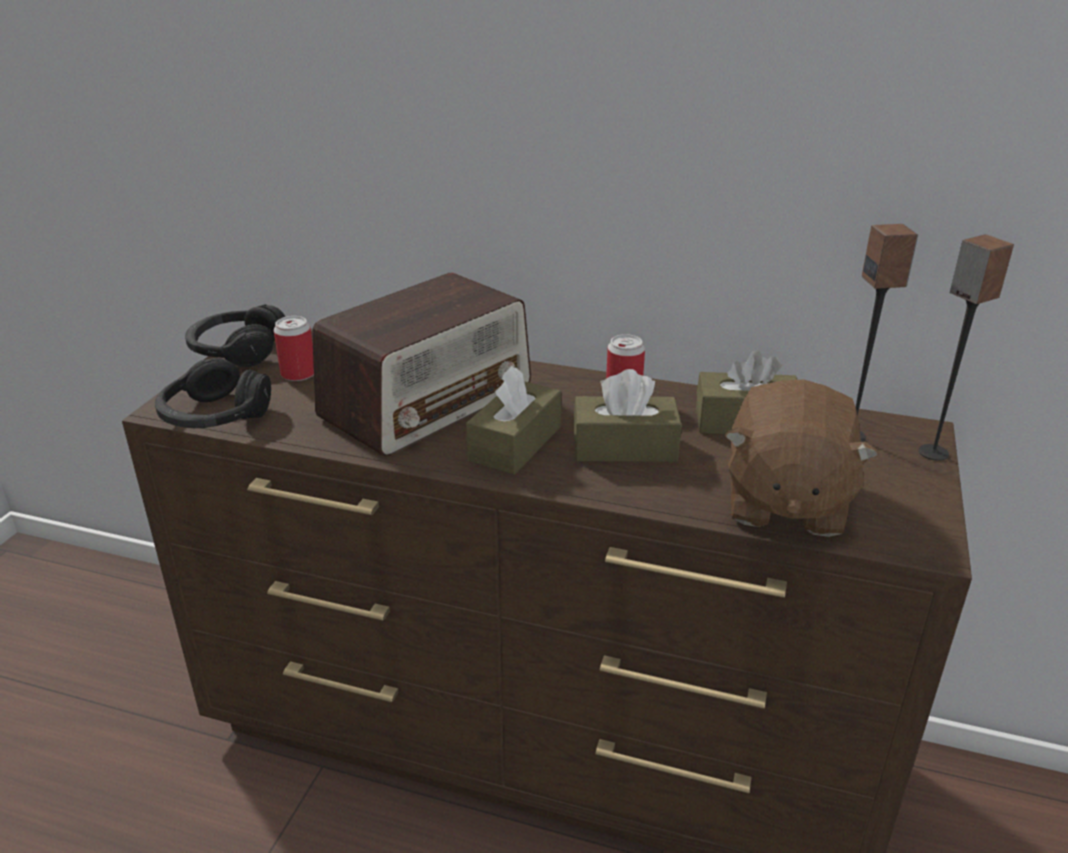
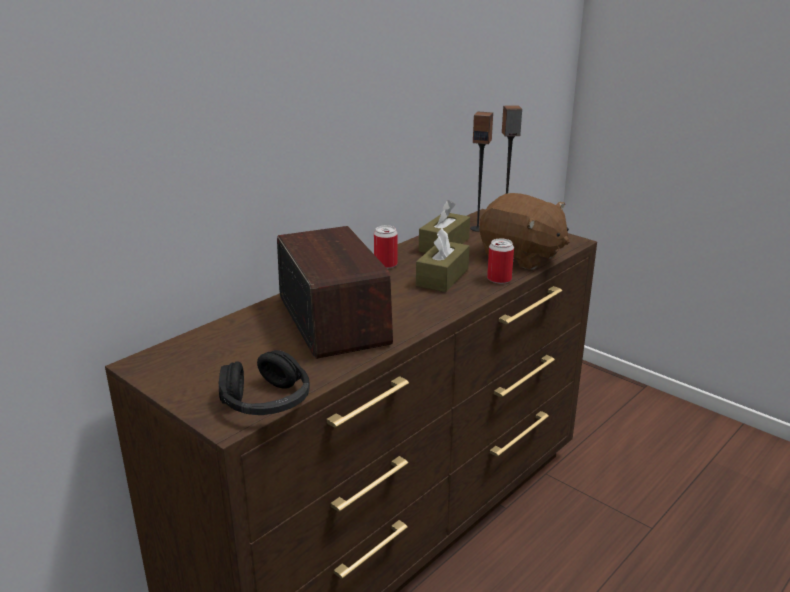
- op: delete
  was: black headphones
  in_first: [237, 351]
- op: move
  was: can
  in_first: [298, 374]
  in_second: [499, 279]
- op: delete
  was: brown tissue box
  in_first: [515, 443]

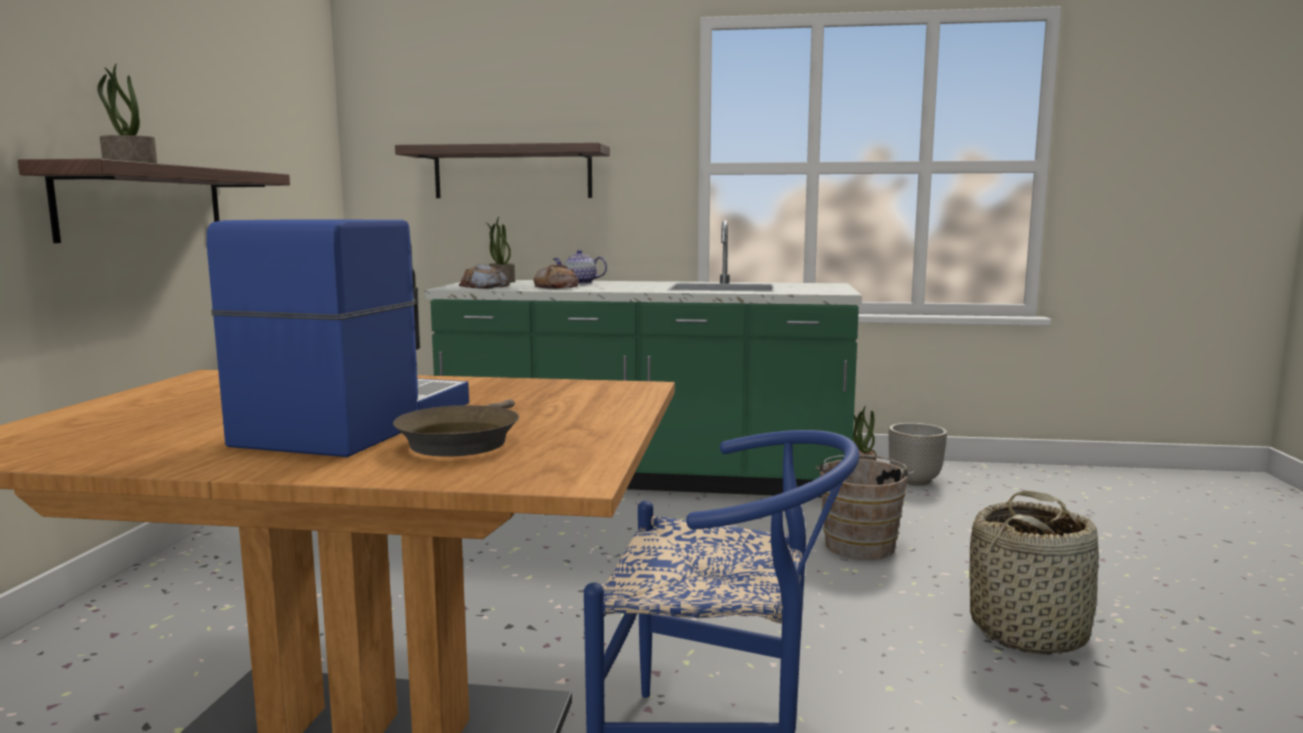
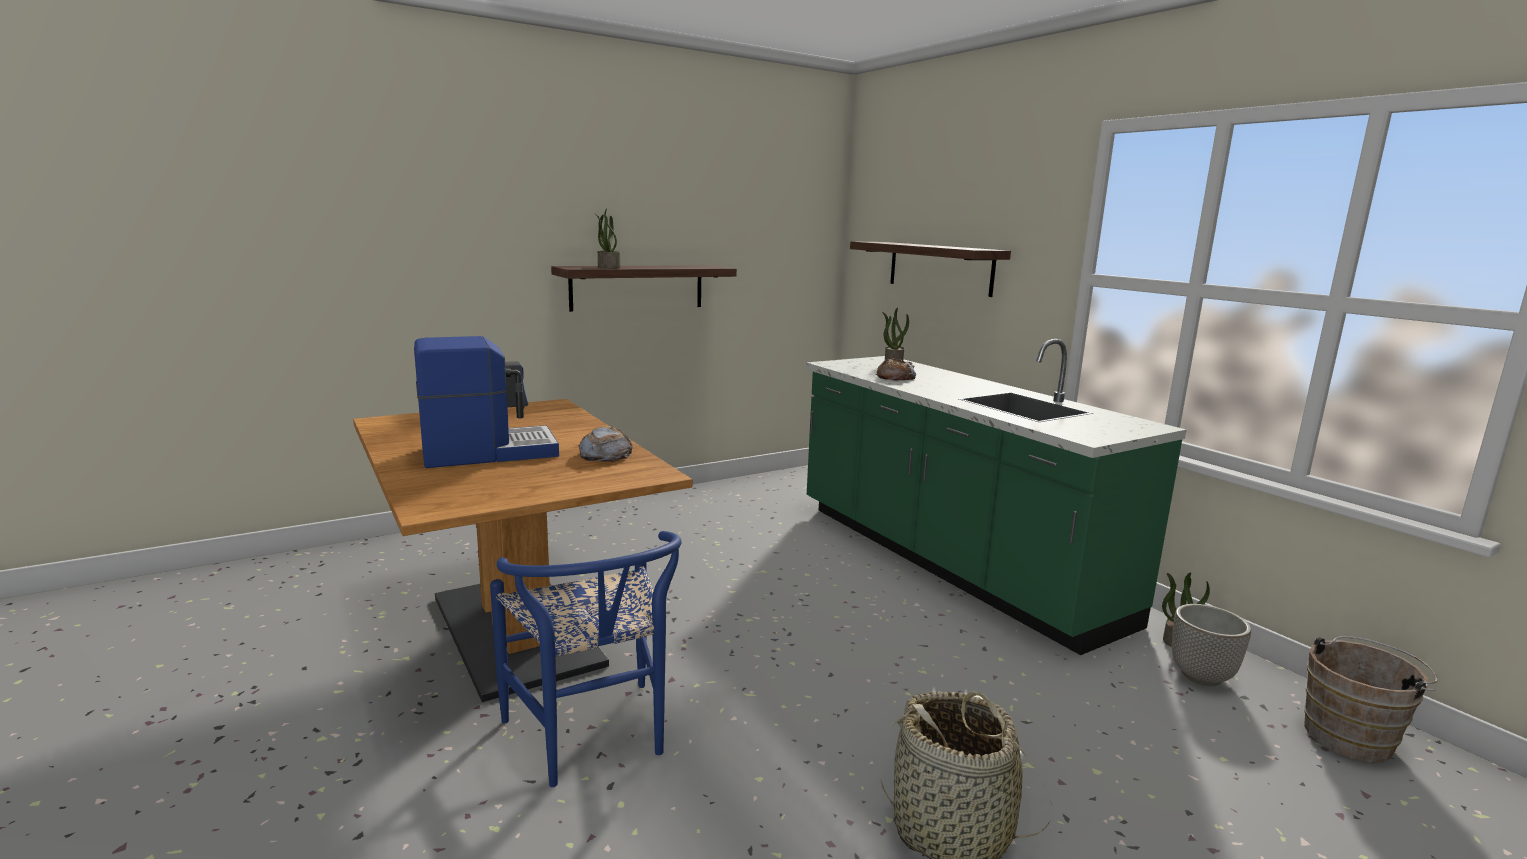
- op: delete
  was: teapot
  in_first: [579, 283]
- op: move
  was: bread
  in_first: [484, 287]
  in_second: [605, 454]
- op: delete
  was: brown frying pan
  in_first: [462, 441]
- op: move
  was: brown bucket
  in_first: [860, 543]
  in_second: [1352, 736]

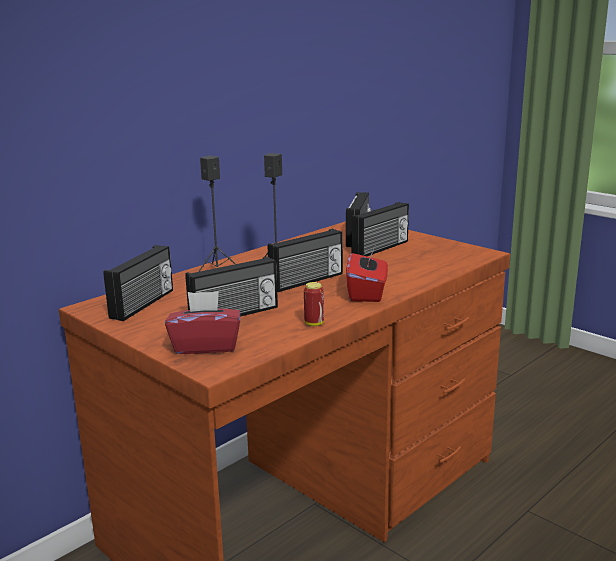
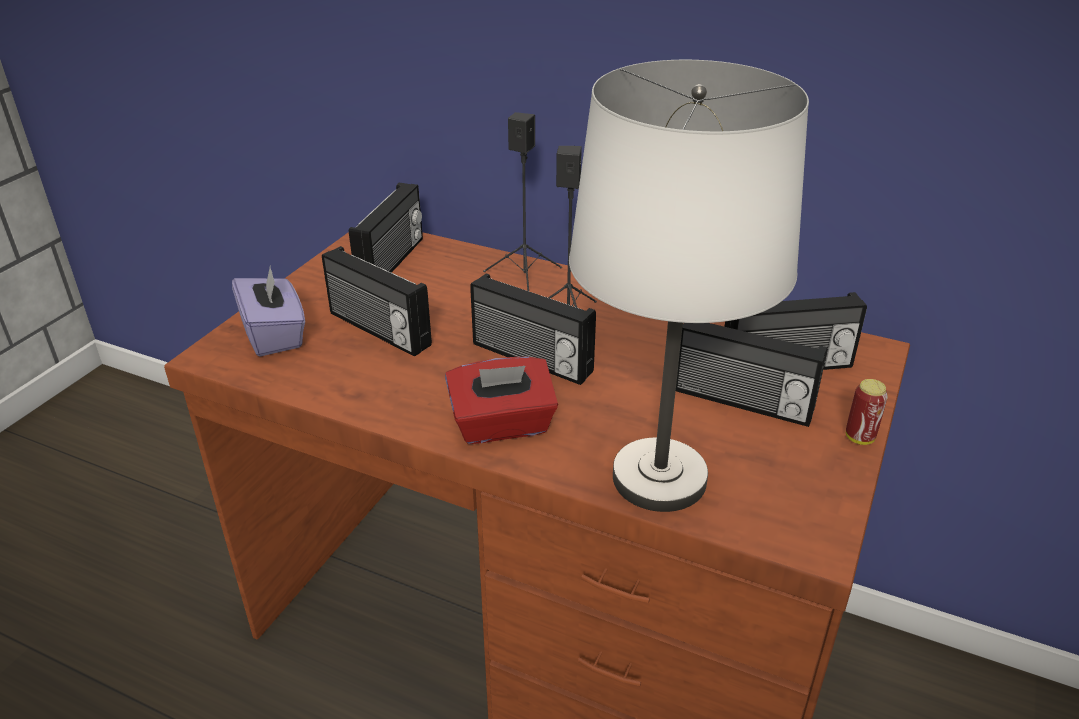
- op: rotate
  was: radio
  in_first: [144, 304]
  in_second: [393, 262]
  clockwise: -75
- op: move
  was: can
  in_first: [314, 323]
  in_second: [859, 438]
- op: recolor
  was: red tissue box
  now: purple tissue box
  in_first: [206, 346]
  in_second: [274, 334]
- op: insert
  now: white table lamp
  in_second: [660, 478]

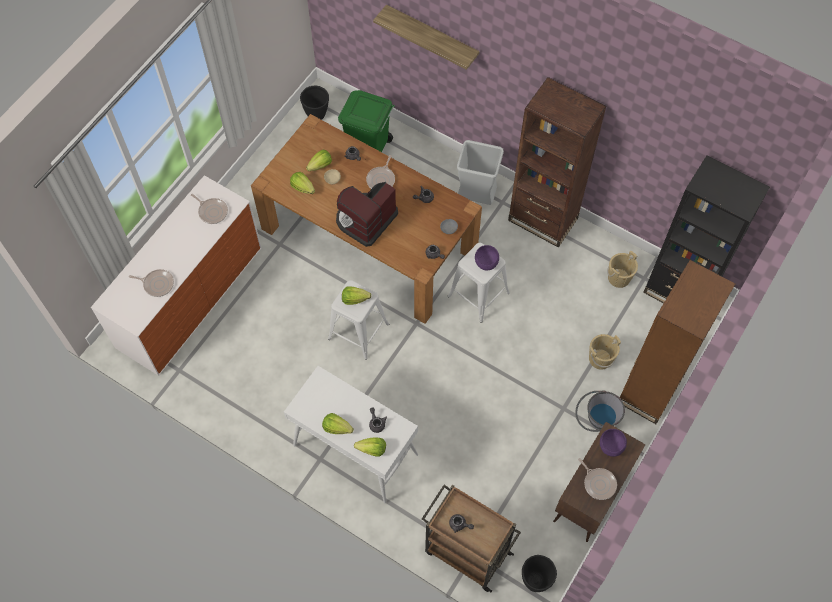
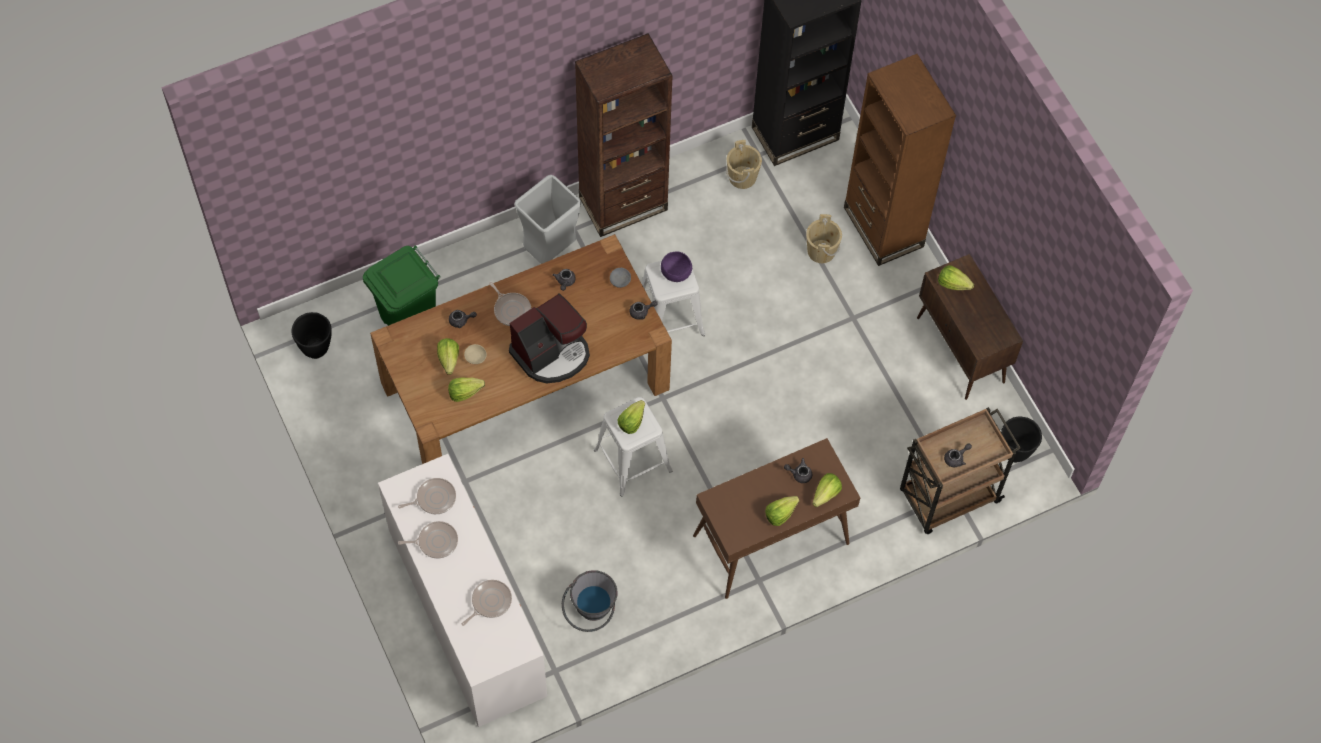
- op: delete
  was: shelf
  in_first: [432, 36]
- op: rotate
  was: coffee machine
  in_first: [365, 220]
  in_second: [552, 353]
  clockwise: -105
- op: recolor
  was: white console table
  now: brown console table
  in_first: [354, 450]
  in_second: [770, 540]
- op: move
  was: grey bucket
  in_first: [596, 420]
  in_second: [590, 612]
- op: replace
  was: purple bowl
  now: lettuce
  in_first: [611, 446]
  in_second: [953, 284]
- op: move
  was: frying pan
  in_first: [598, 483]
  in_second: [435, 541]

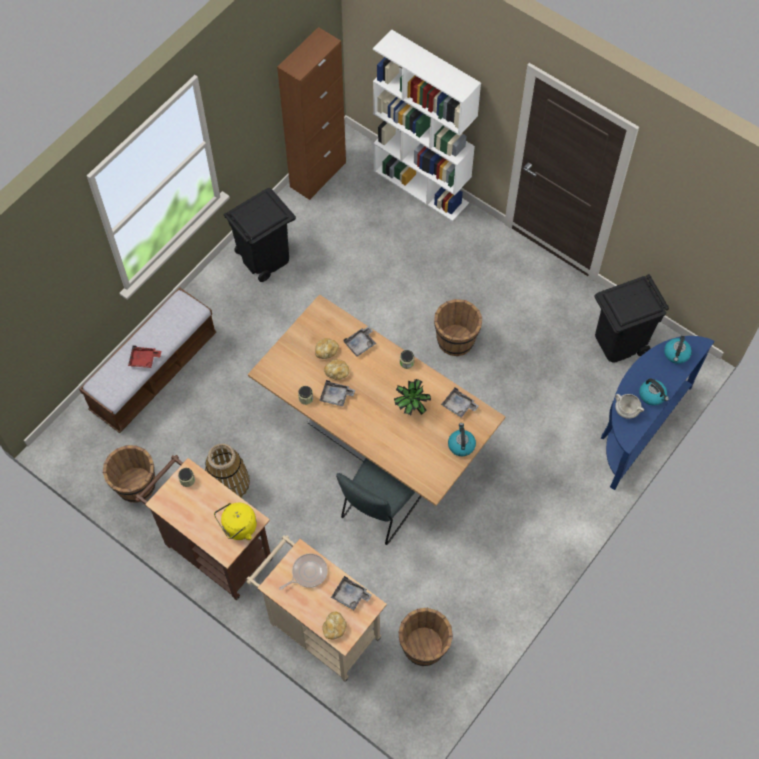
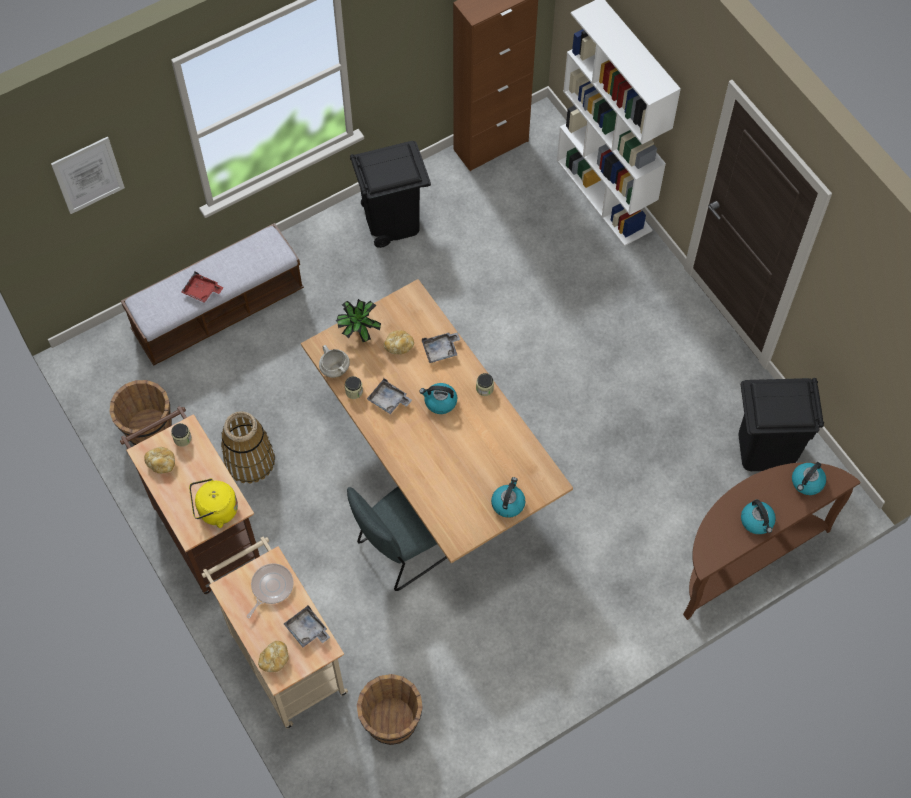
- op: delete
  was: brown bucket
  in_first: [456, 340]
- op: recolor
  was: blue console table
  now: brown console table
  in_first: [636, 427]
  in_second: [744, 556]
- op: move
  was: bread
  in_first: [337, 372]
  in_second: [161, 463]
- op: move
  was: potted plant
  in_first: [410, 407]
  in_second: [358, 332]
- op: delete
  was: grey tray
  in_first: [458, 406]
- op: move
  was: white cooking pot
  in_first: [626, 410]
  in_second: [334, 368]
- op: rotate
  was: frying pan
  in_first: [307, 573]
  in_second: [270, 587]
  clockwise: -45
- op: insert
  now: picture
  in_second: [88, 175]
- op: insert
  now: kettle
  in_second: [440, 402]

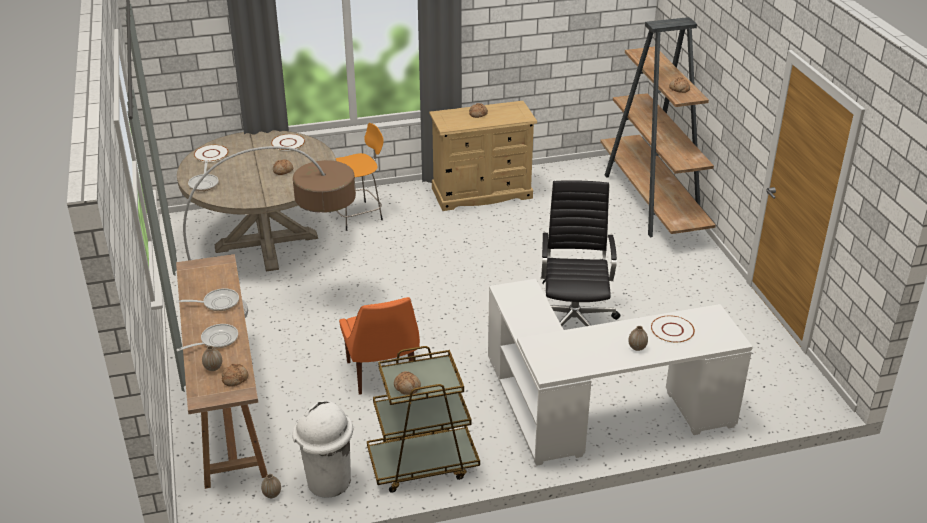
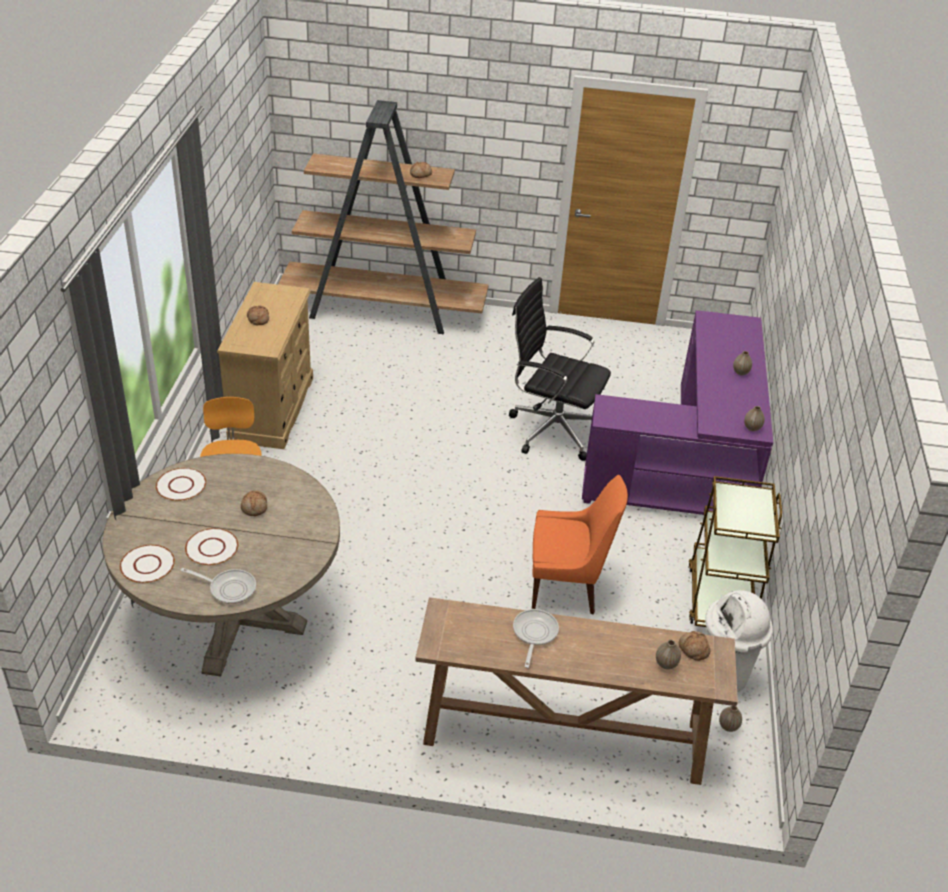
- op: delete
  was: floor lamp
  in_first: [289, 305]
- op: recolor
  was: white desk
  now: purple desk
  in_first: [596, 413]
  in_second: [691, 463]
- op: move
  was: white plate
  in_first: [672, 330]
  in_second: [212, 548]
- op: delete
  was: frying pan
  in_first: [216, 340]
- op: delete
  was: bread
  in_first: [407, 387]
- op: insert
  now: vase
  in_second: [752, 428]

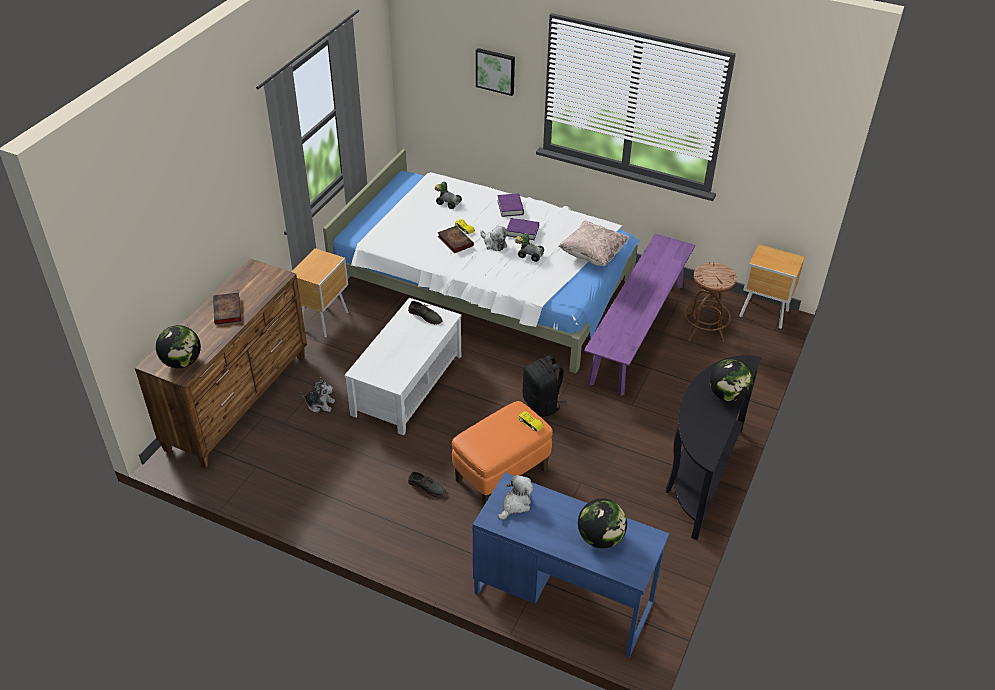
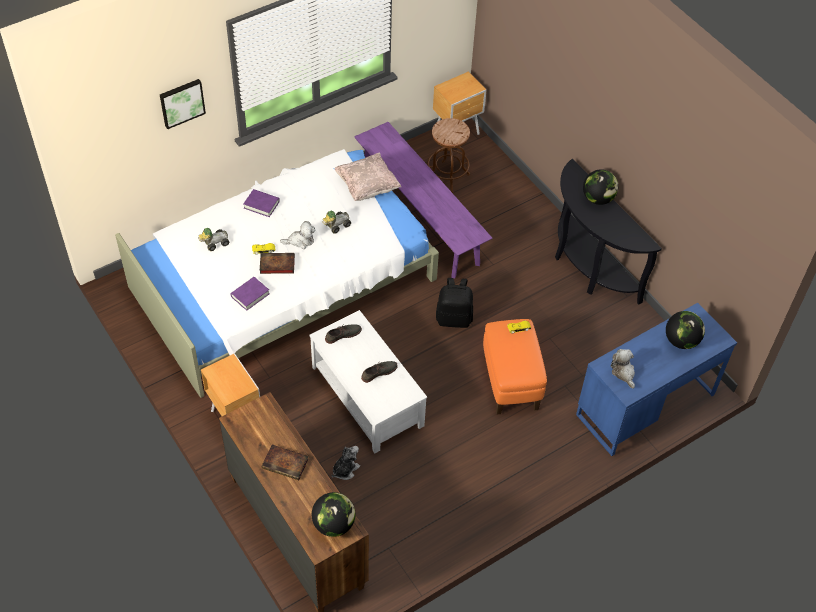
- op: move
  was: purple book
  in_first: [522, 231]
  in_second: [250, 295]
- op: move
  was: grey shoe
  in_first: [427, 487]
  in_second: [379, 372]

